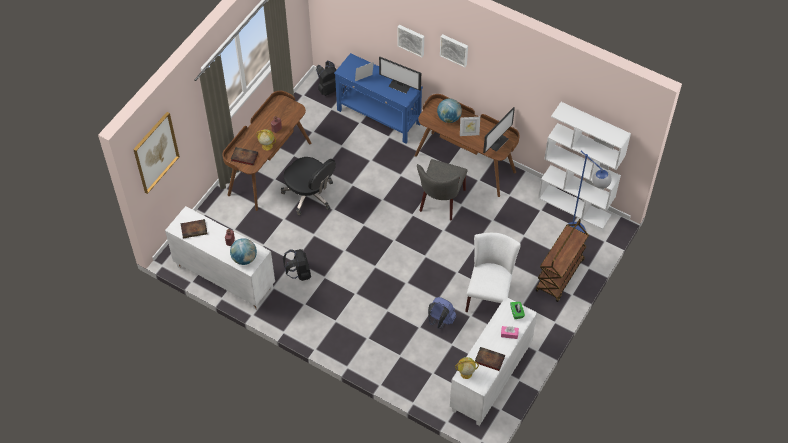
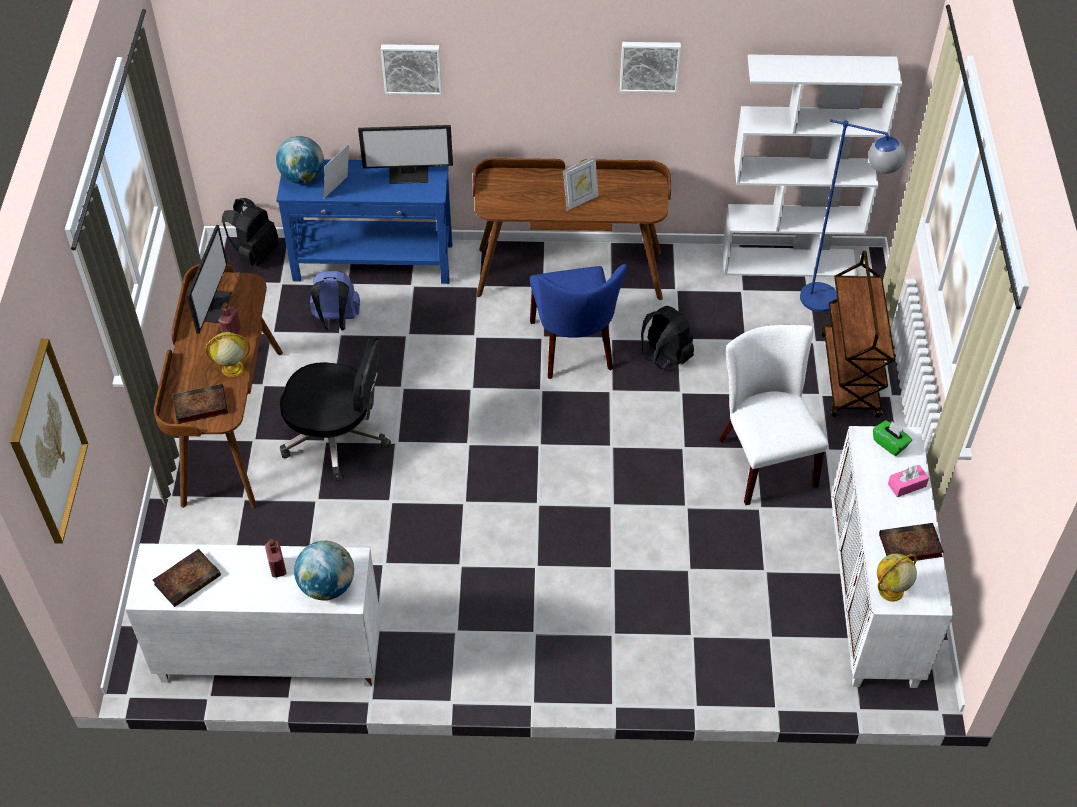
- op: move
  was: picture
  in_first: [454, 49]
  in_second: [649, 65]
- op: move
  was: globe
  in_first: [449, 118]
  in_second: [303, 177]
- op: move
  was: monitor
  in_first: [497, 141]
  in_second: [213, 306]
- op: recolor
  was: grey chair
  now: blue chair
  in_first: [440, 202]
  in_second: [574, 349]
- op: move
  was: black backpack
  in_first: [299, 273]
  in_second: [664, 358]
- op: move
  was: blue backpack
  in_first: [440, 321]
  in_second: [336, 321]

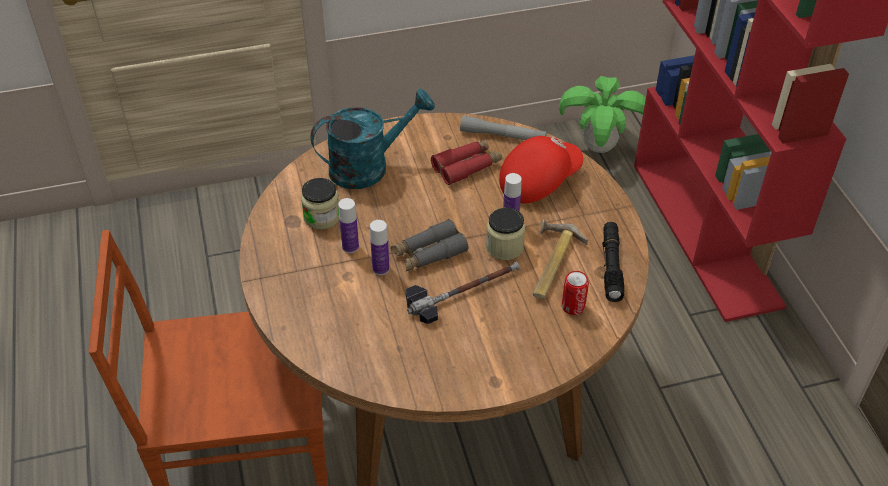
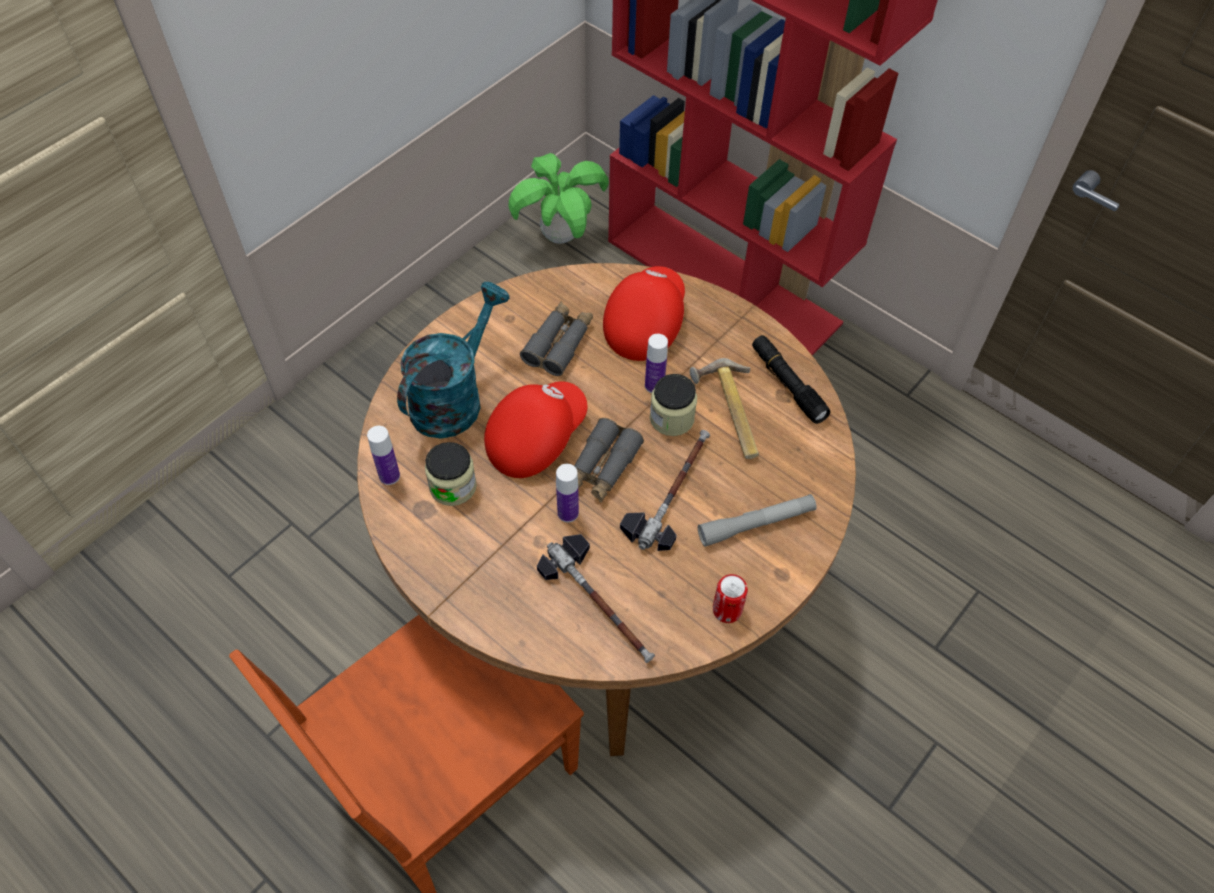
- op: move
  was: grey flashlight
  in_first: [503, 136]
  in_second: [756, 524]
- op: recolor
  was: red binoculars
  now: grey binoculars
  in_first: [467, 166]
  in_second: [559, 343]
- op: move
  was: bottle
  in_first: [350, 247]
  in_second: [389, 476]
- op: move
  was: can
  in_first: [573, 306]
  in_second: [727, 610]
- op: insert
  now: red cap
  in_second: [535, 437]
- op: insert
  now: hammer
  in_second: [600, 603]

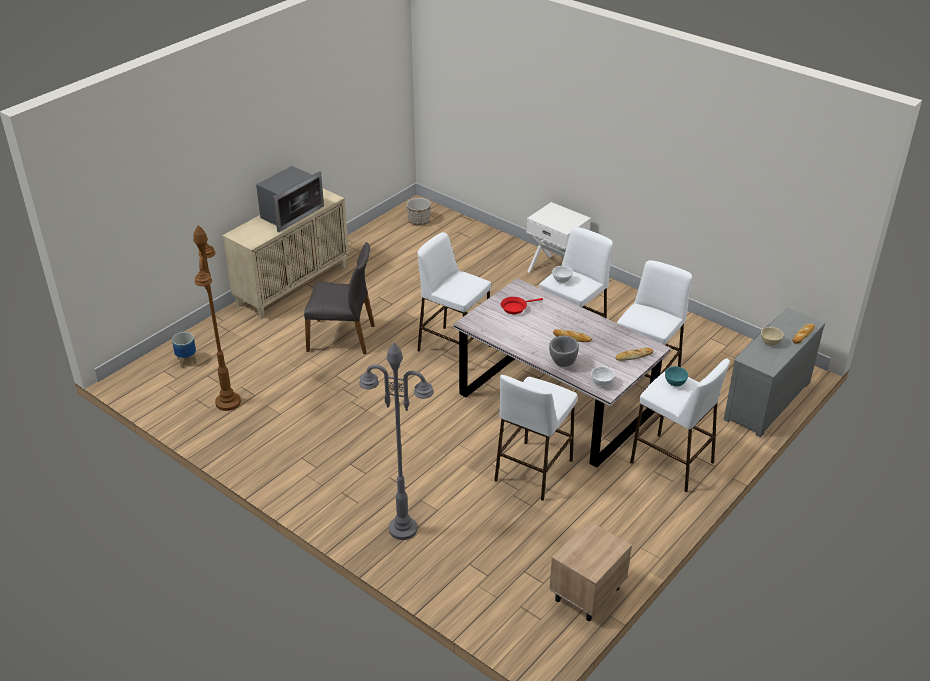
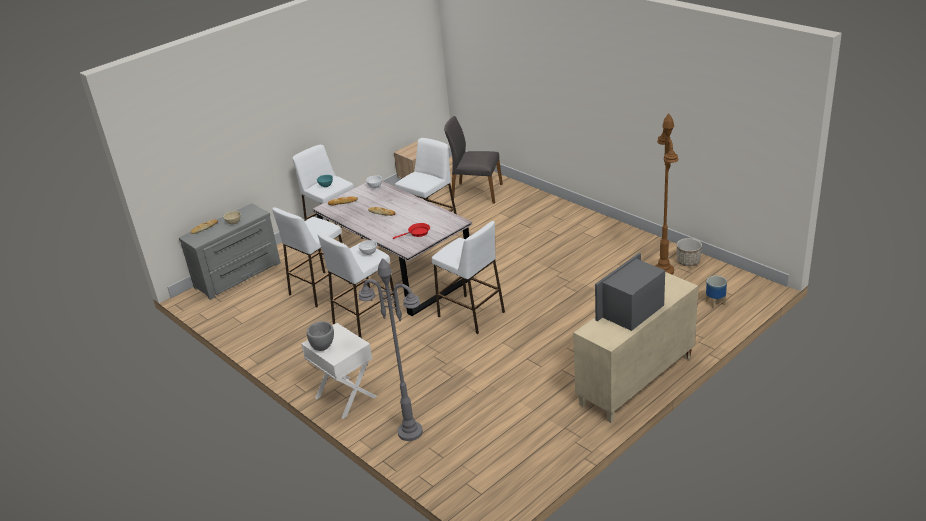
- op: move
  was: planter
  in_first: [419, 221]
  in_second: [688, 262]
- op: move
  was: grey chair
  in_first: [342, 337]
  in_second: [476, 192]
- op: move
  was: grey bowl
  in_first: [563, 363]
  in_second: [323, 347]
- op: move
  was: grey floor lamp
  in_first: [403, 529]
  in_second: [410, 432]

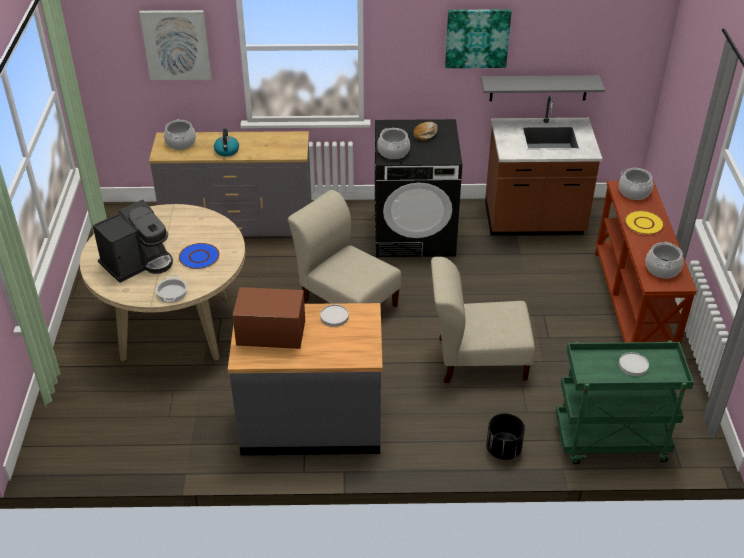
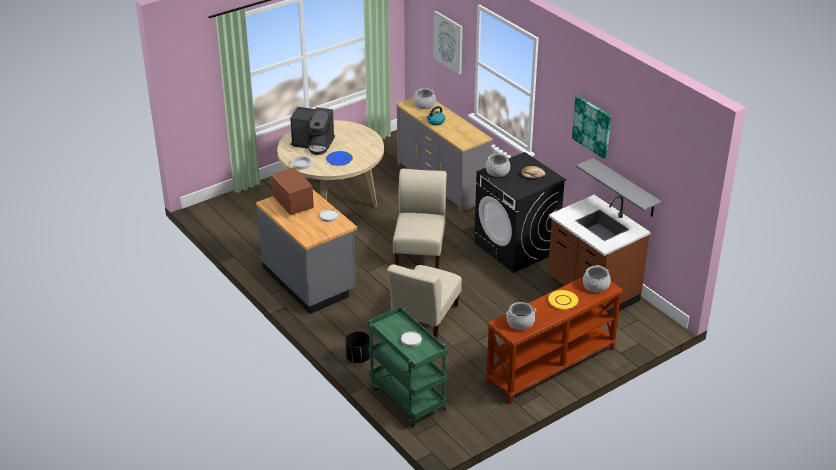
- op: rotate
  was: beige chair
  in_first: [477, 359]
  in_second: [424, 319]
  clockwise: -120

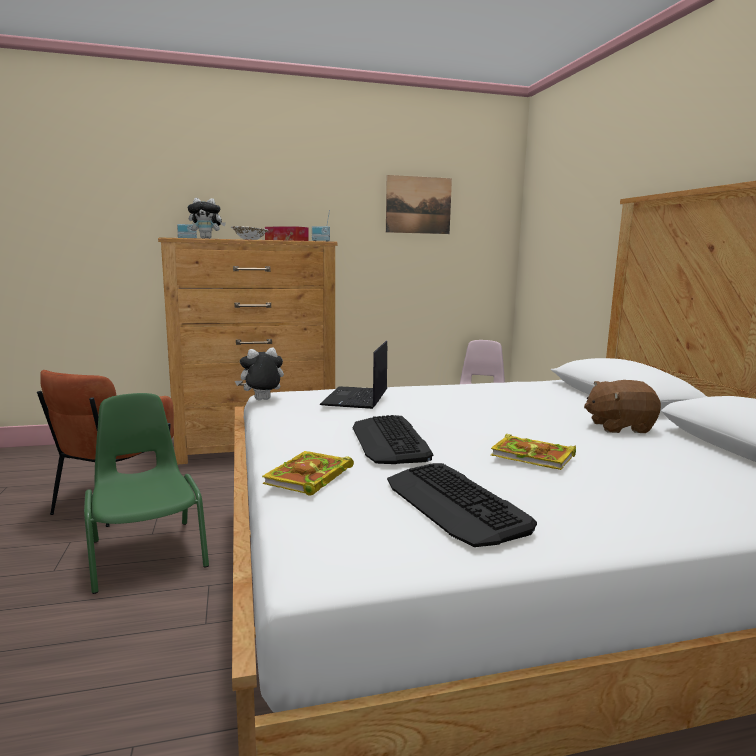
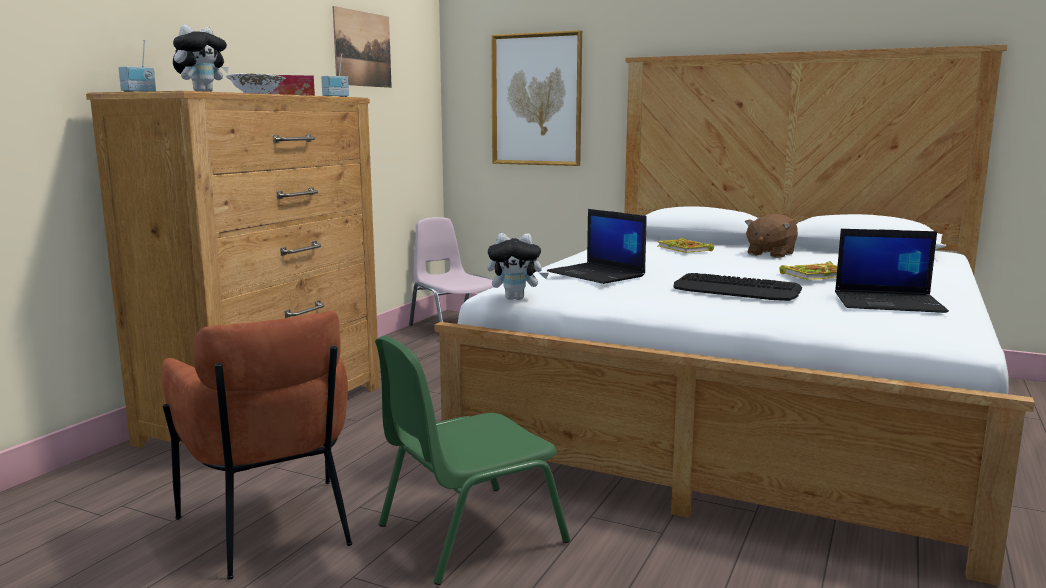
- op: rotate
  was: plush toy
  in_first: [262, 400]
  in_second: [516, 298]
  clockwise: -105
- op: rotate
  was: green chair
  in_first: [147, 553]
  in_second: [467, 533]
  clockwise: -45
- op: move
  was: book
  in_first: [308, 478]
  in_second: [685, 249]
- op: replace
  was: keyboard
  now: laptop
  in_first: [454, 504]
  in_second: [889, 303]
- op: insert
  now: picture
  in_second: [536, 100]

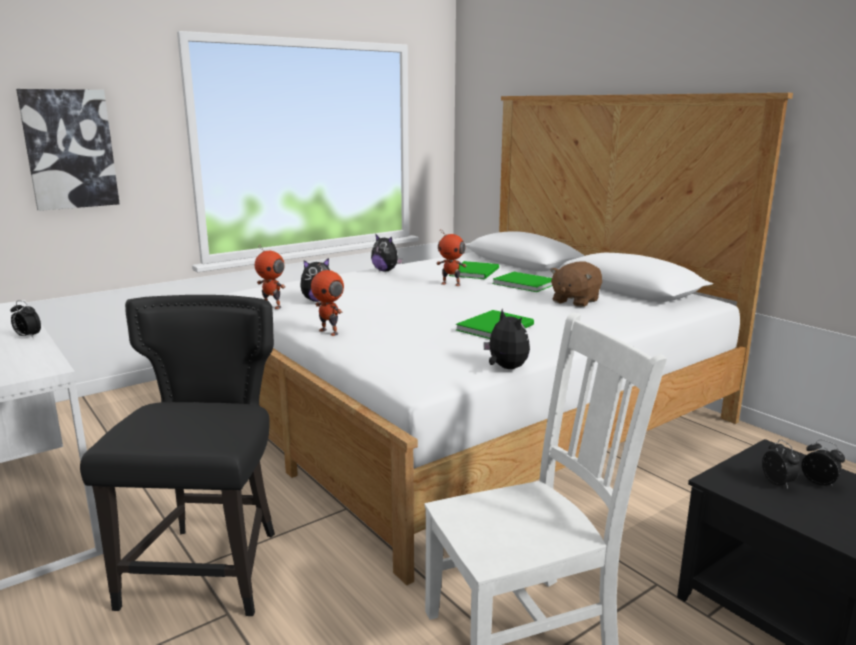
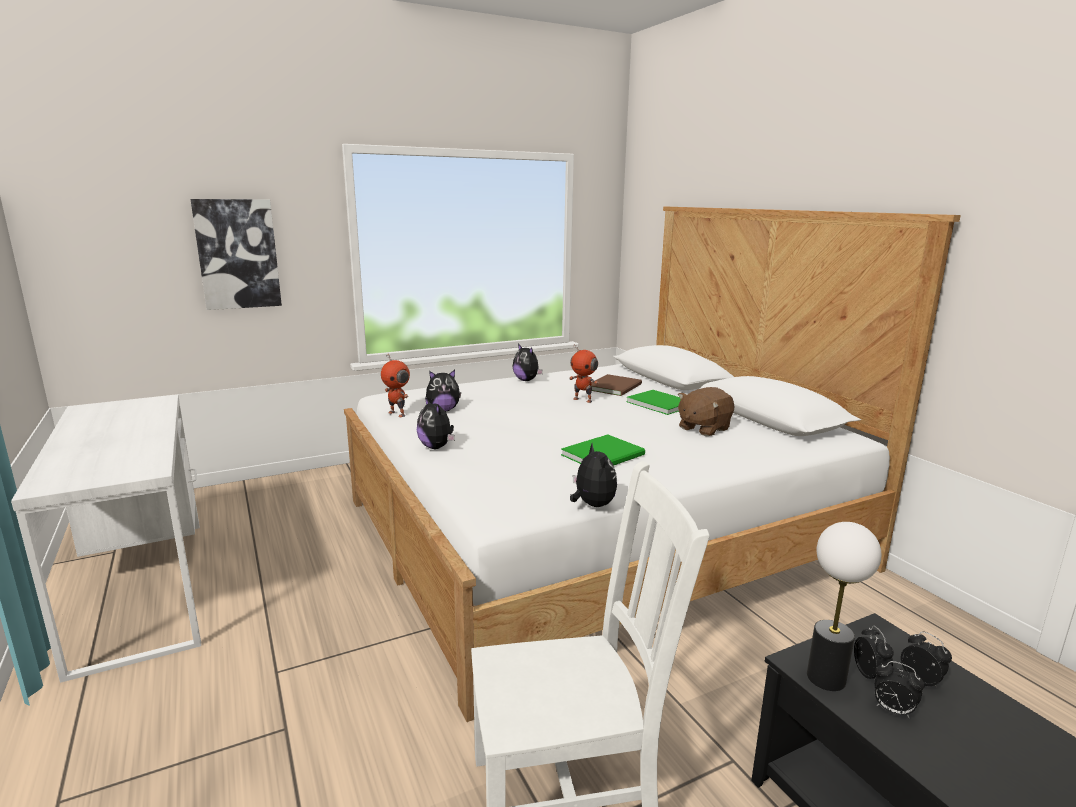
- op: recolor
  was: green book
  now: brown book
  in_first: [476, 272]
  in_second: [616, 387]
- op: replace
  was: toy robot
  now: plush toy
  in_first: [330, 332]
  in_second: [437, 447]
- op: delete
  was: black chair
  in_first: [208, 568]
- op: move
  was: alarm clock
  in_first: [27, 336]
  in_second: [892, 710]
- op: insert
  now: table lamp
  in_second: [826, 677]

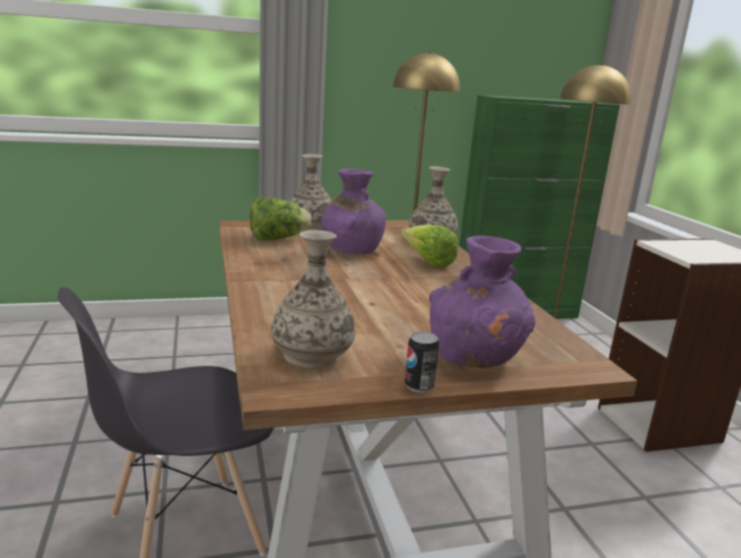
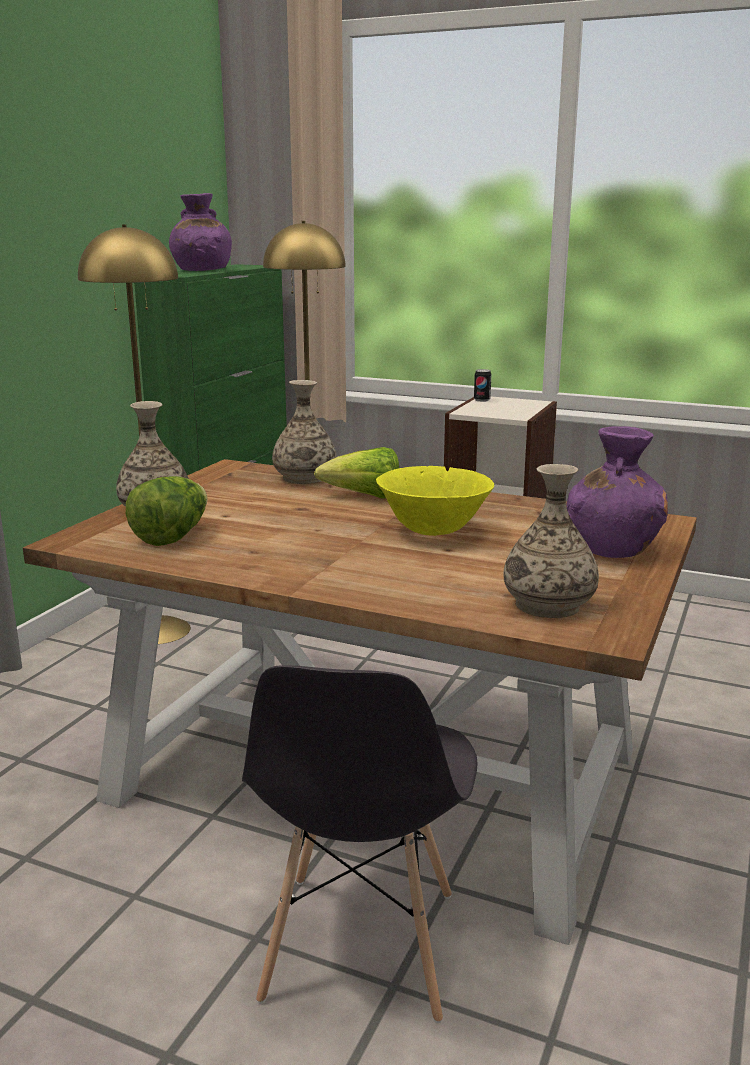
- op: move
  was: purple vase
  in_first: [351, 250]
  in_second: [201, 270]
- op: move
  was: can
  in_first: [419, 386]
  in_second: [482, 400]
- op: insert
  now: yellow bowl
  in_second: [432, 532]

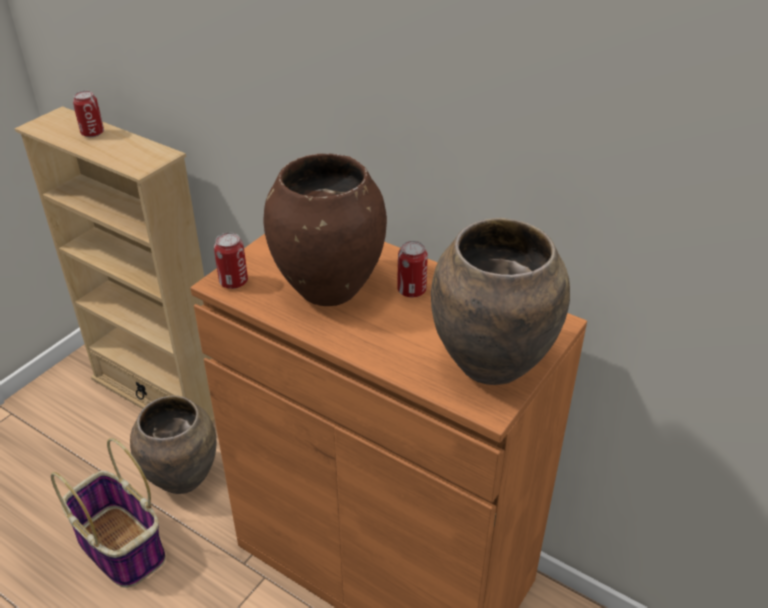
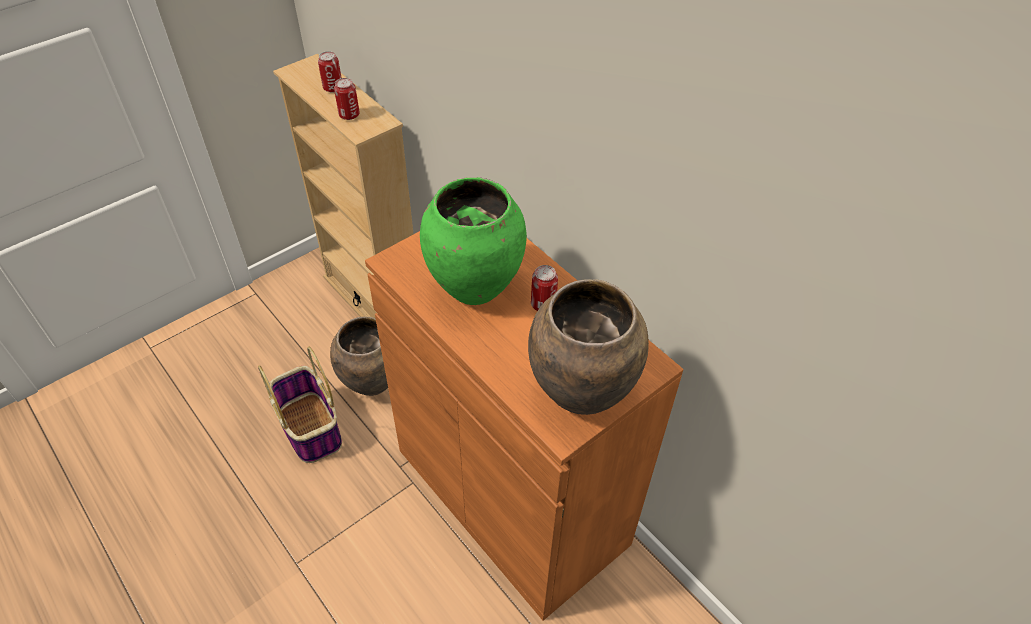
- op: recolor
  was: brown vase
  now: green vase
  in_first: [327, 289]
  in_second: [473, 287]
- op: move
  was: can
  in_first: [233, 282]
  in_second: [349, 115]

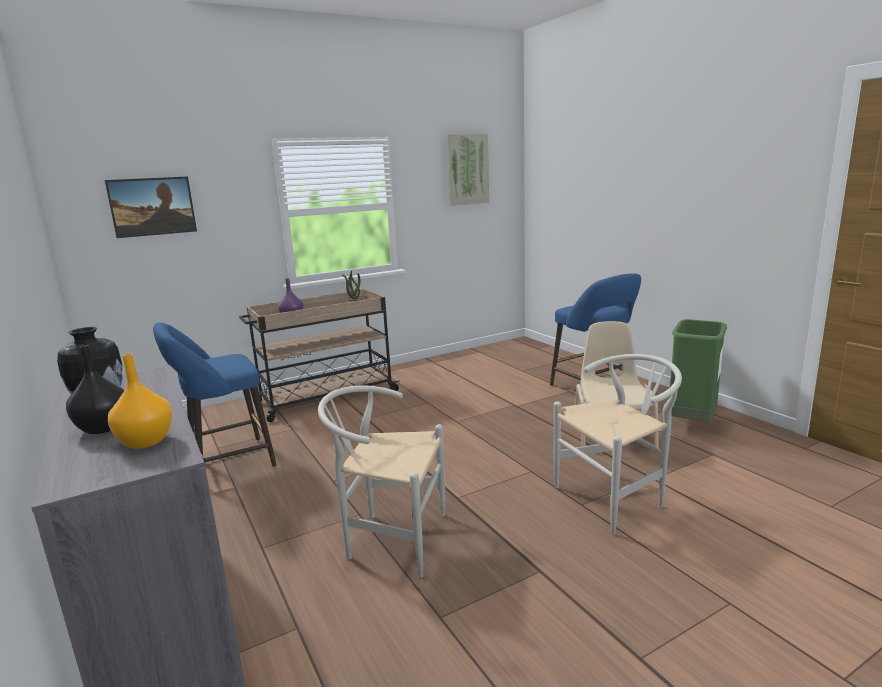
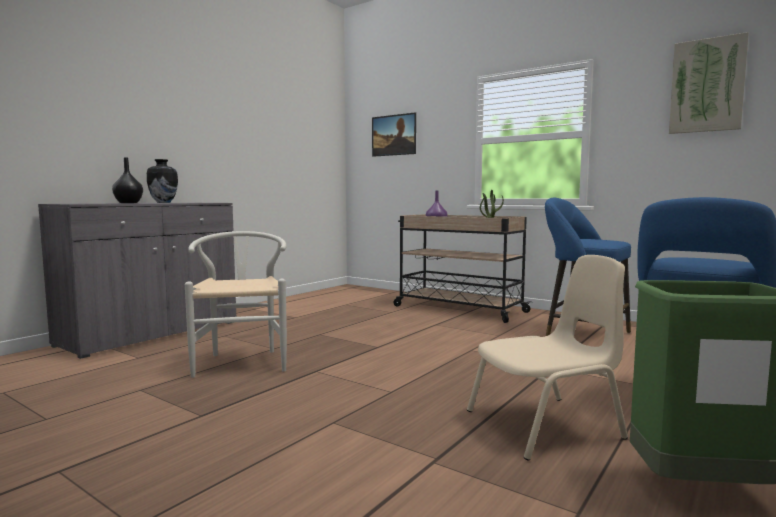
- op: move
  was: blue stool
  in_first: [226, 463]
  in_second: [583, 334]
- op: delete
  was: orange vase
  in_first: [145, 441]
- op: delete
  was: white chair
  in_first: [616, 498]

